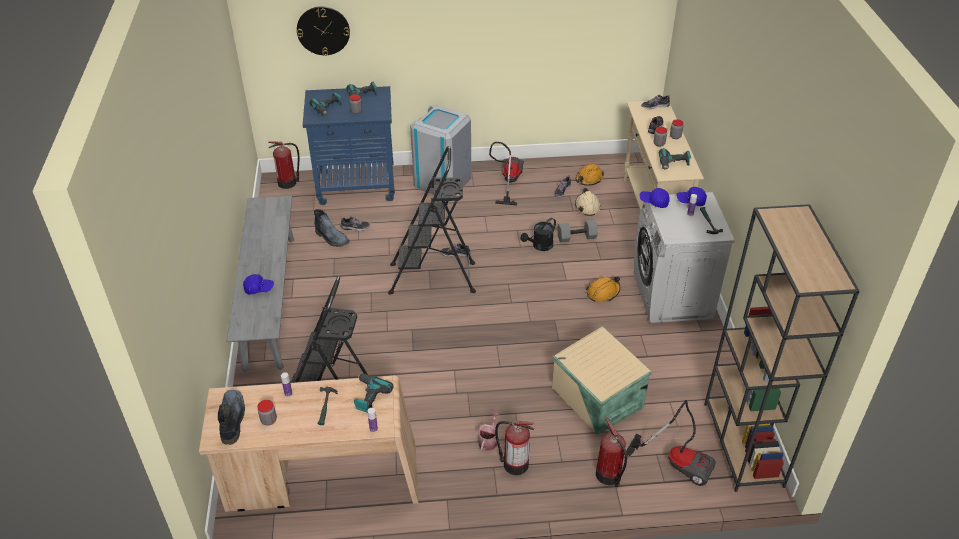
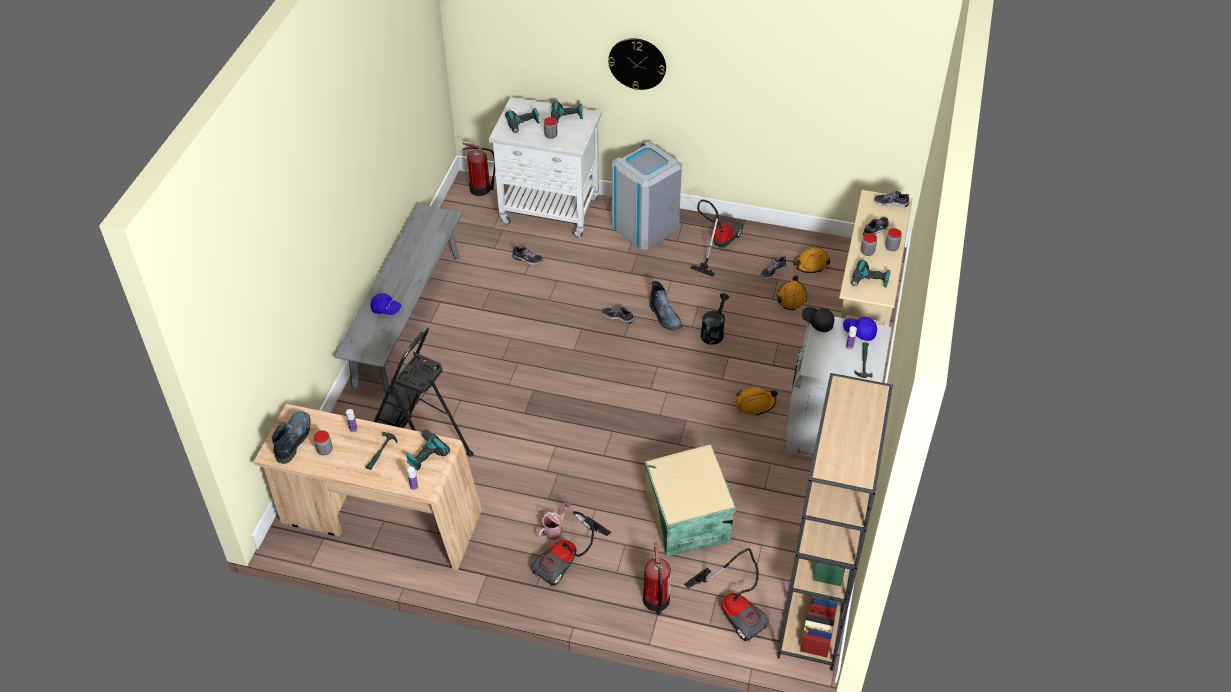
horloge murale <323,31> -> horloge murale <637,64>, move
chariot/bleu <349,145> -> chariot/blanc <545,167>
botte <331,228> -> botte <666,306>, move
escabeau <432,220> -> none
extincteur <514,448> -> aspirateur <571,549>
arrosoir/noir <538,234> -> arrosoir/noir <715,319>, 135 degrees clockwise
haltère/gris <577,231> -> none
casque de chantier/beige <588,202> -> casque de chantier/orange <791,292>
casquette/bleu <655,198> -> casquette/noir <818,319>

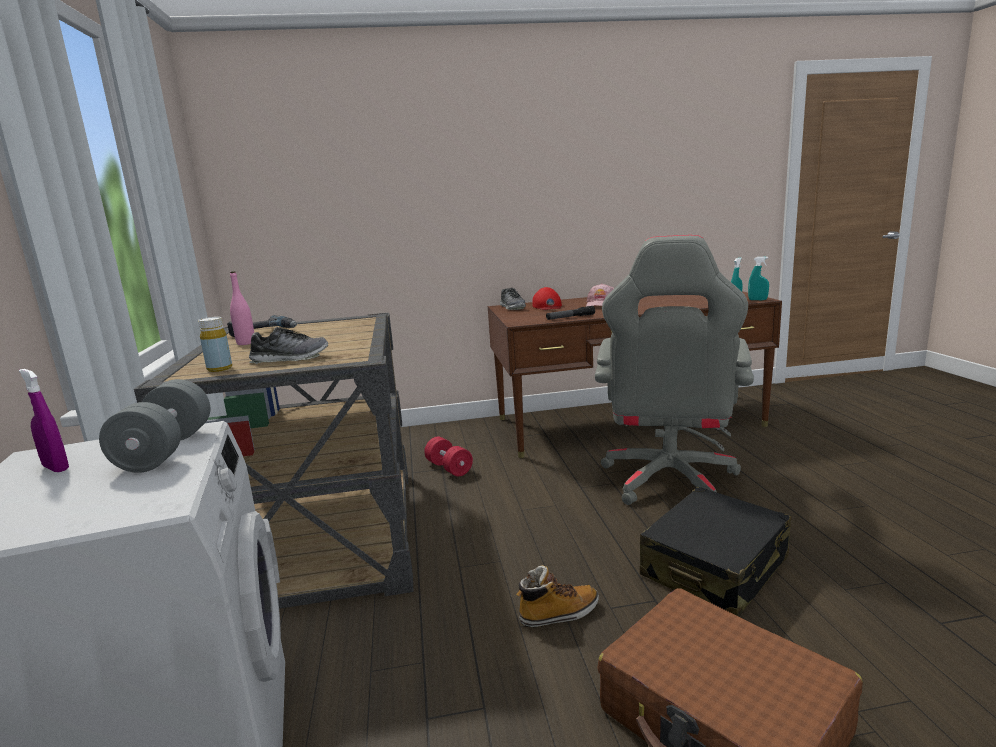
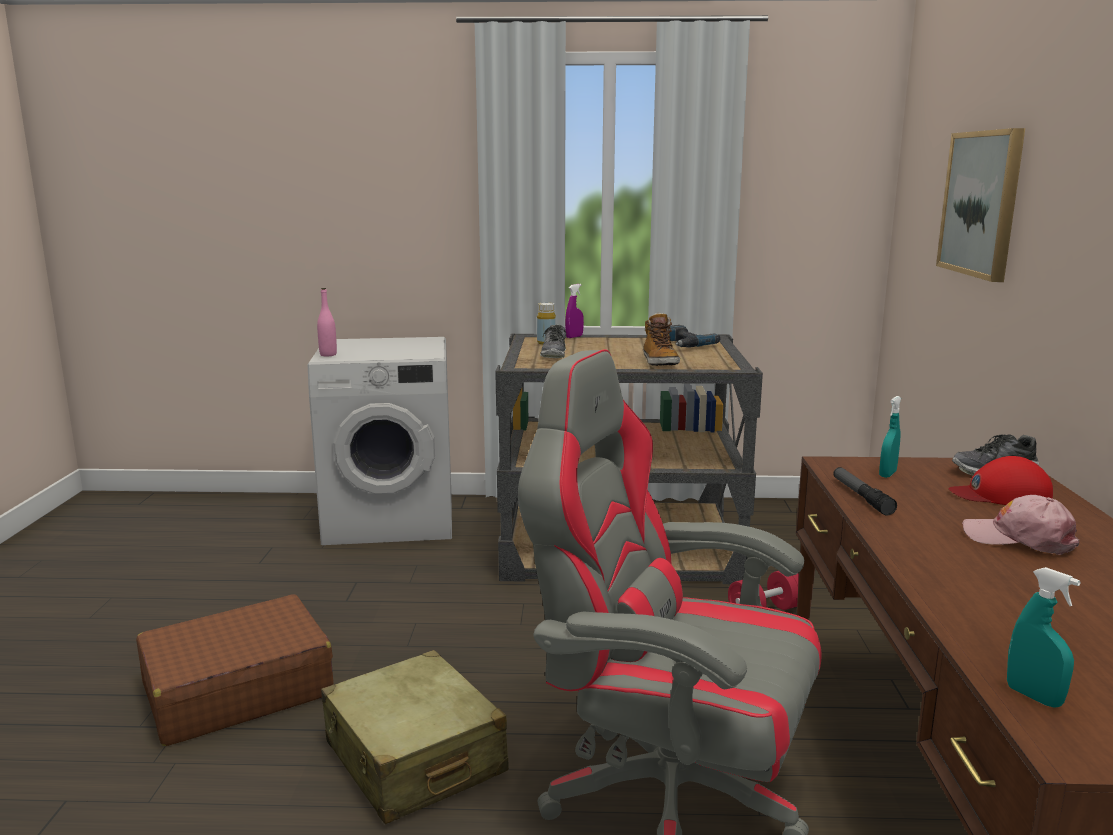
vaporisateur/violet <44,420> -> vaporisateur/violet <574,311>, move
haltère/gris <154,426> -> none
bouteille/rose <242,308> -> bouteille/rose <327,322>, move
botte <557,596> -> botte <661,339>, move
valise/noir <715,552> -> valise/beige <415,737>
vaporisateur/turquoise <758,278> -> vaporisateur/turquoise <890,437>, move
none -> tableau <980,205>

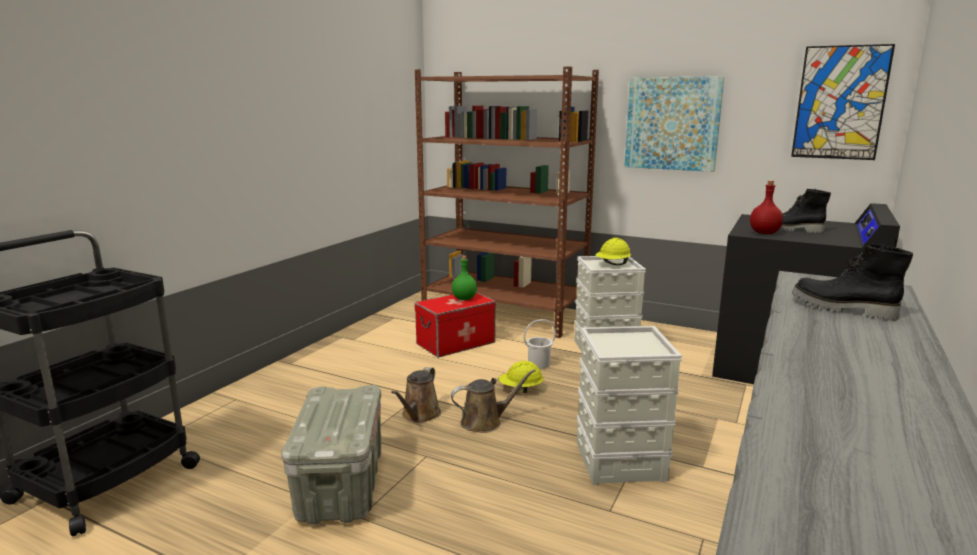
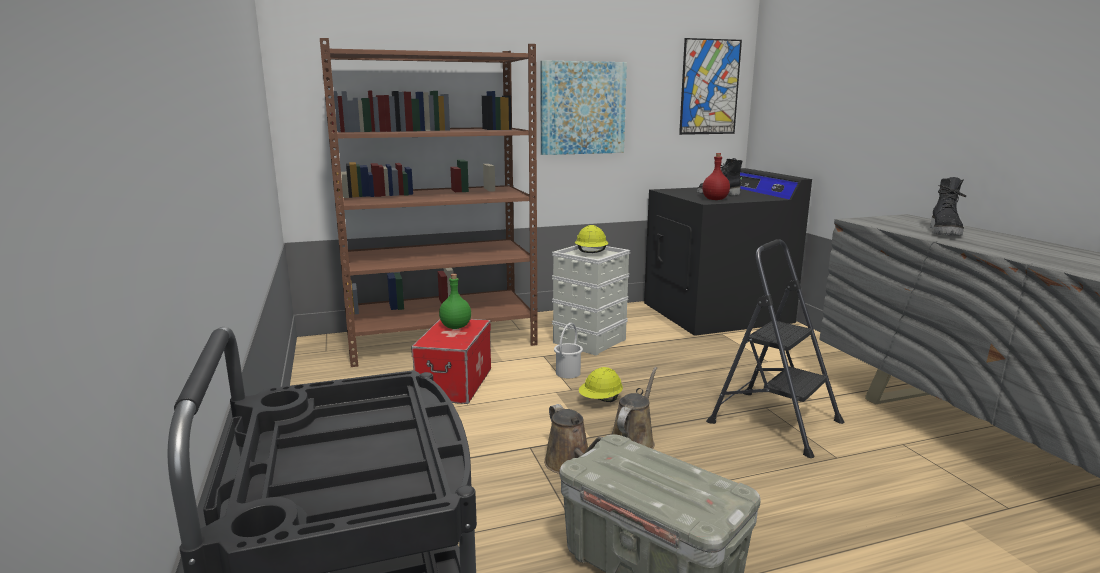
boîte de rangement/gris <629,405> -> escabeau/noir <775,348>
botte/noir <852,281> -> botte/noir <948,206>, 60 degrees counterclockwise

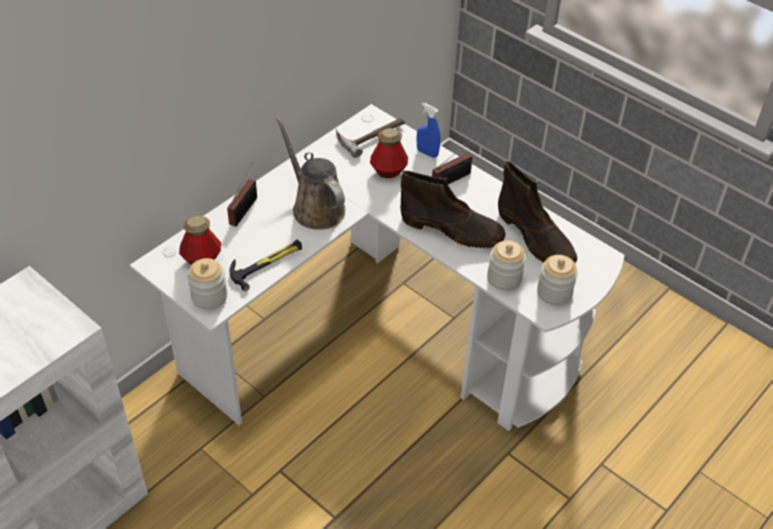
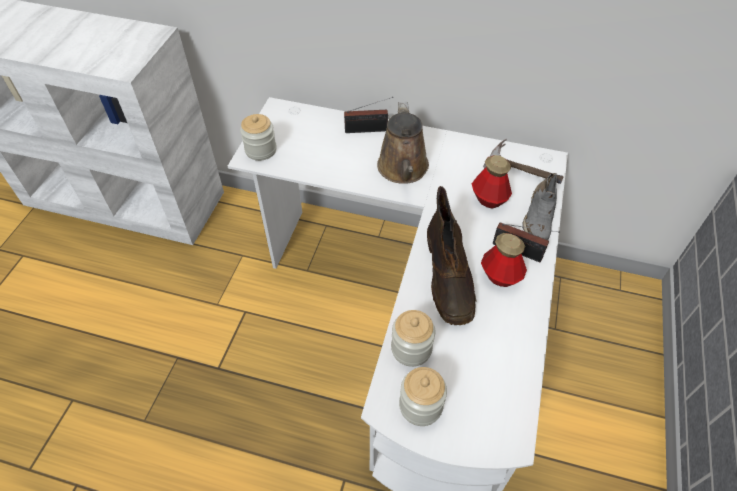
bouteille <200,240> -> bouteille <504,260>, move
marteau <265,265> -> none
arrosoir/marron <310,173> -> arrosoir/marron <403,143>, 150 degrees clockwise
vaporisateur/bleu <428,130> -> chaussure/gris <540,206>
botte/marron <537,212> -> none

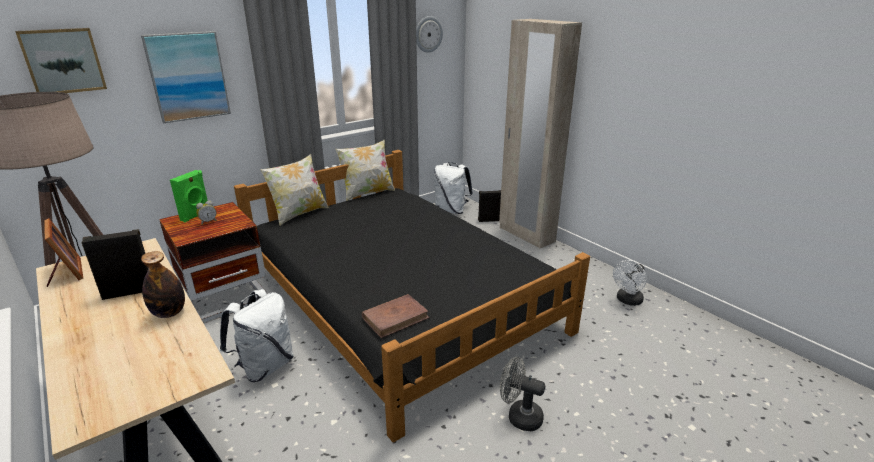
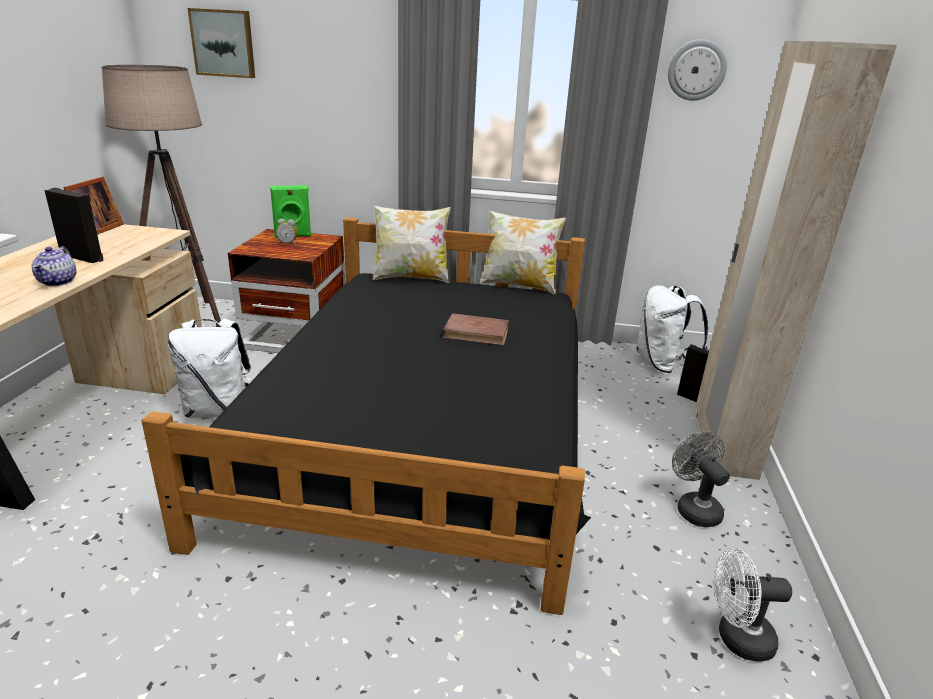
tableau <186,77> -> none
bouteille <163,284> -> théière <54,266>
livre/marron <396,316> -> livre/marron <476,329>, move
ventilateur/gris <522,394> -> ventilateur/gris <701,479>, move

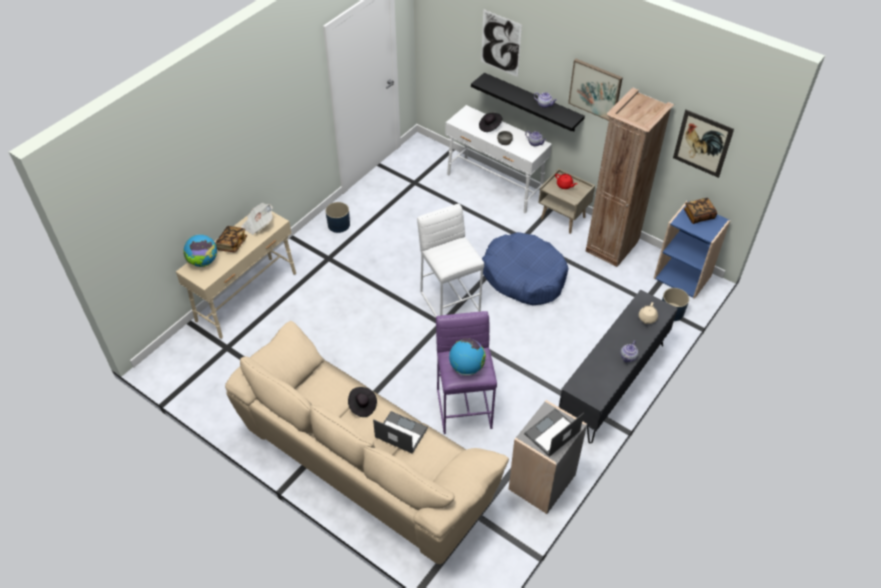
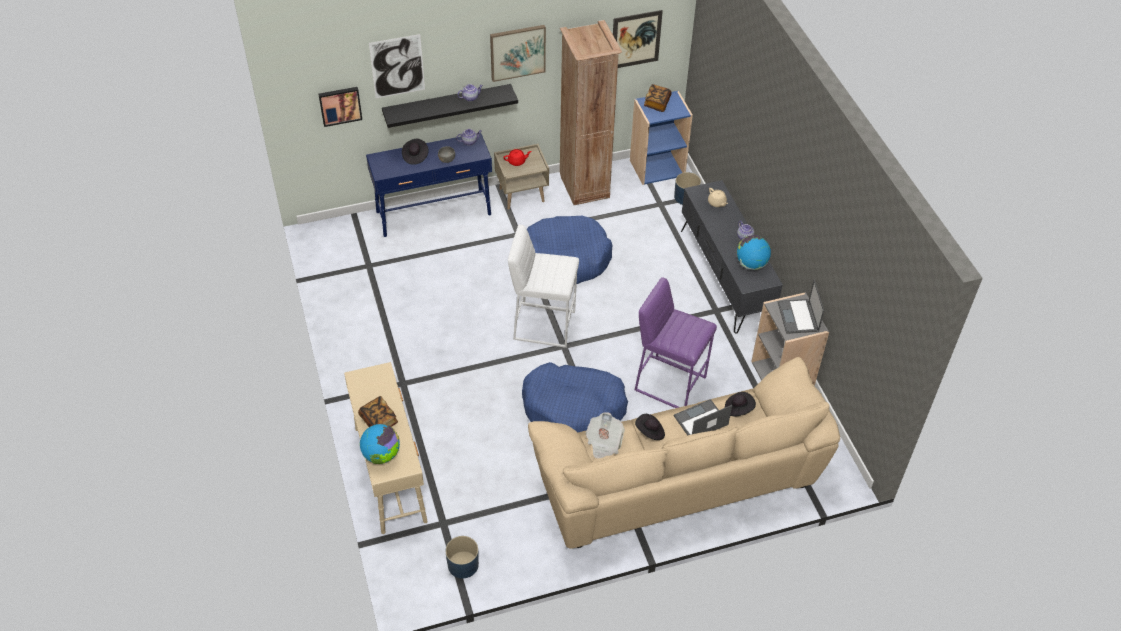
journal <257,219> -> journal <605,435>, move
cache-pot/bleu <337,217> -> cache-pot/bleu <462,557>, move
table console/blanc <498,159> -> table console/bleu <429,185>
globe <467,357> -> globe <754,252>, move
none -> tableau <340,107>
none -> panier pour chien/bleu <575,397>
none -> chapeau/noir <740,404>

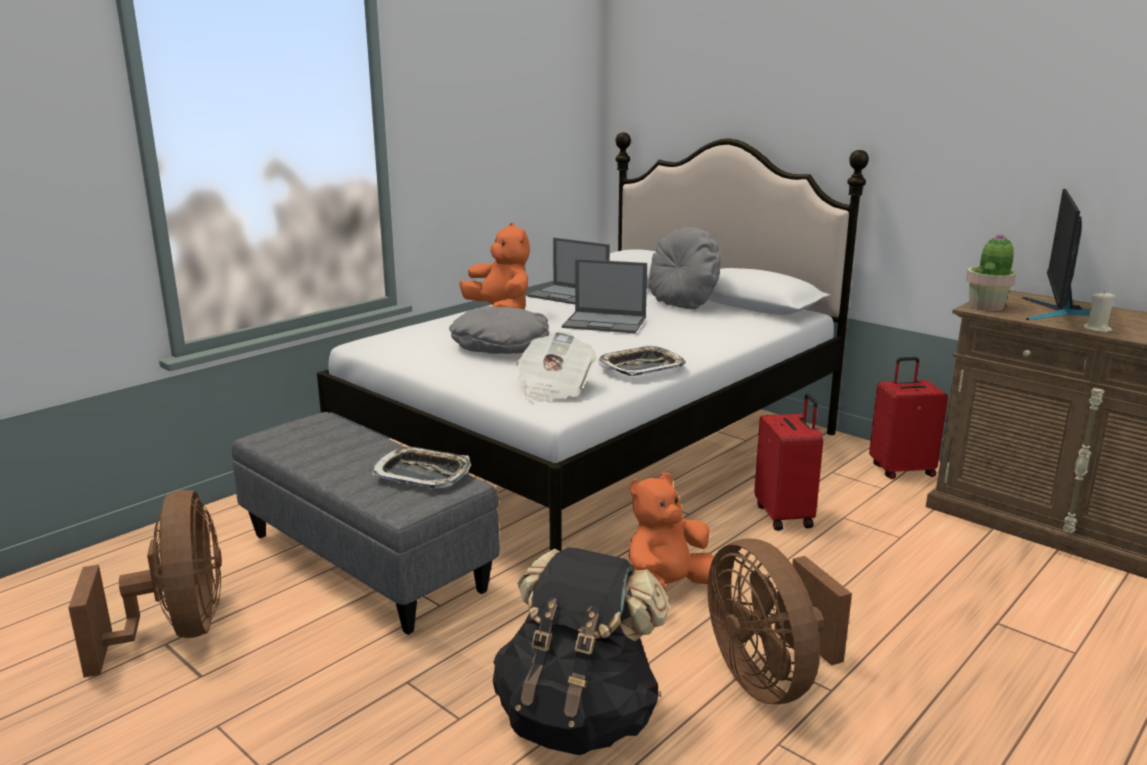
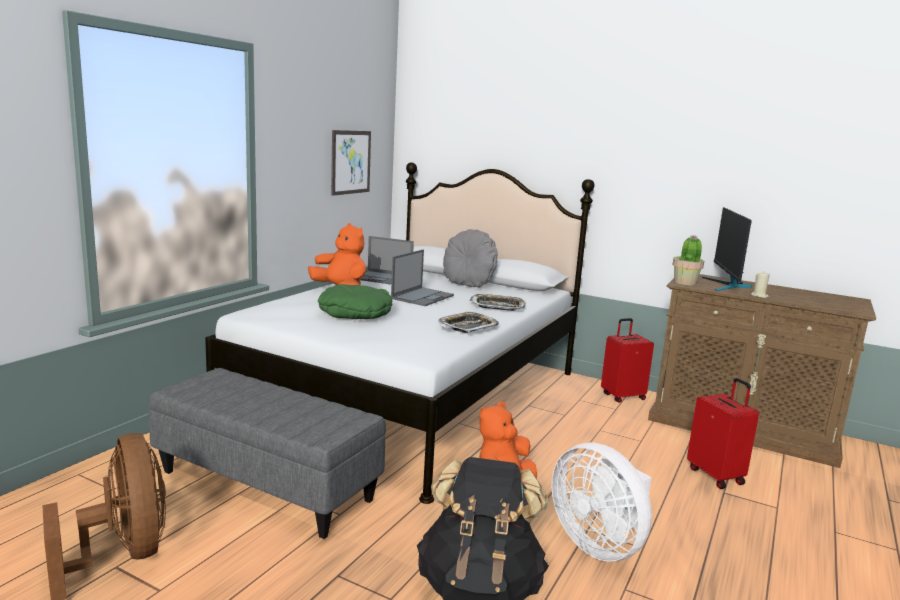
plateau <421,468> -> plateau <498,302>, move
coussin/gris <499,330> -> coussin/vert <355,301>
journal <556,366> -> none
ordinateur portable <604,296> -> ordinateur portable <422,278>, 60 degrees counterclockwise
ventilateur/marron <780,621> -> ventilateur/blanc <602,502>
valise/rouge <789,462> -> valise/rouge <723,433>, move
none -> tableau <351,163>

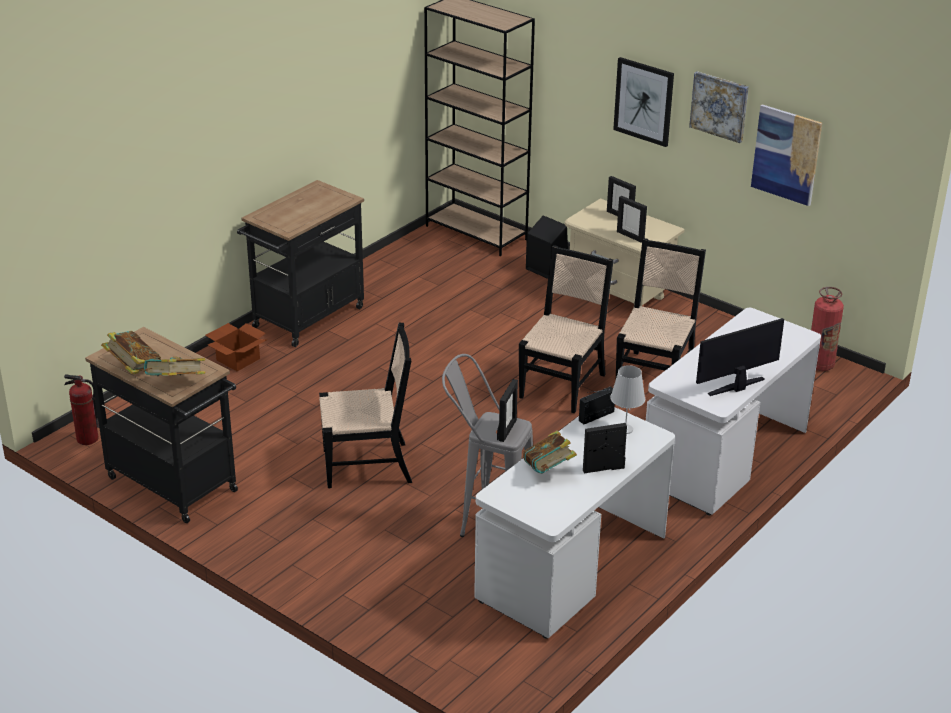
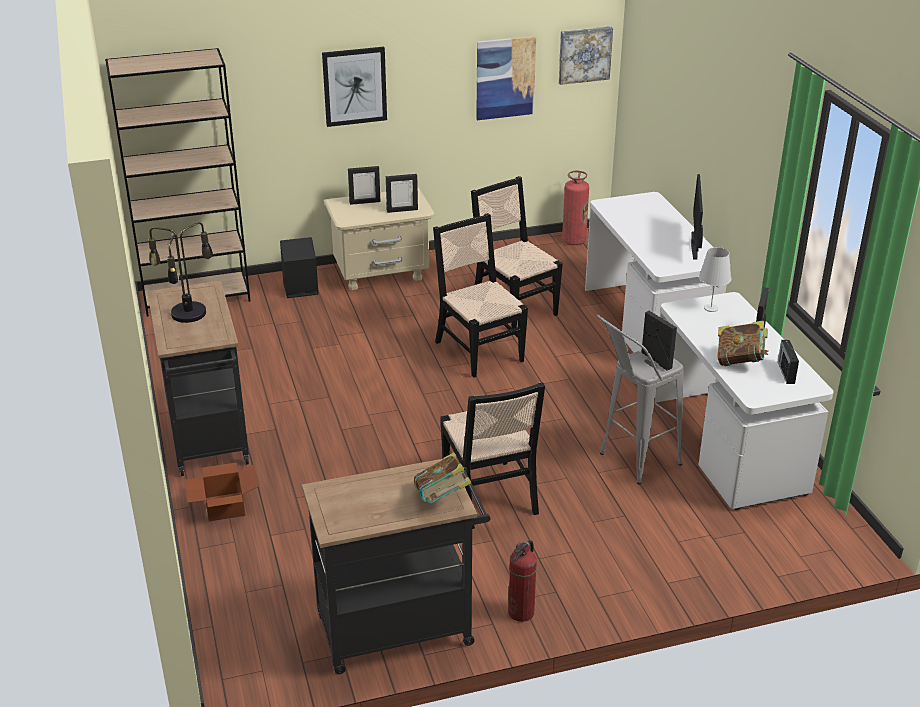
extincteur <81,410> -> extincteur <522,581>, move
livre <131,352> -> none
chaise <365,405> -> chaise <492,455>, 135 degrees clockwise
radio <597,405> -> radio <788,362>, move
tableau <719,107> -> tableau <586,55>, move
none -> lampe de table <181,272>

